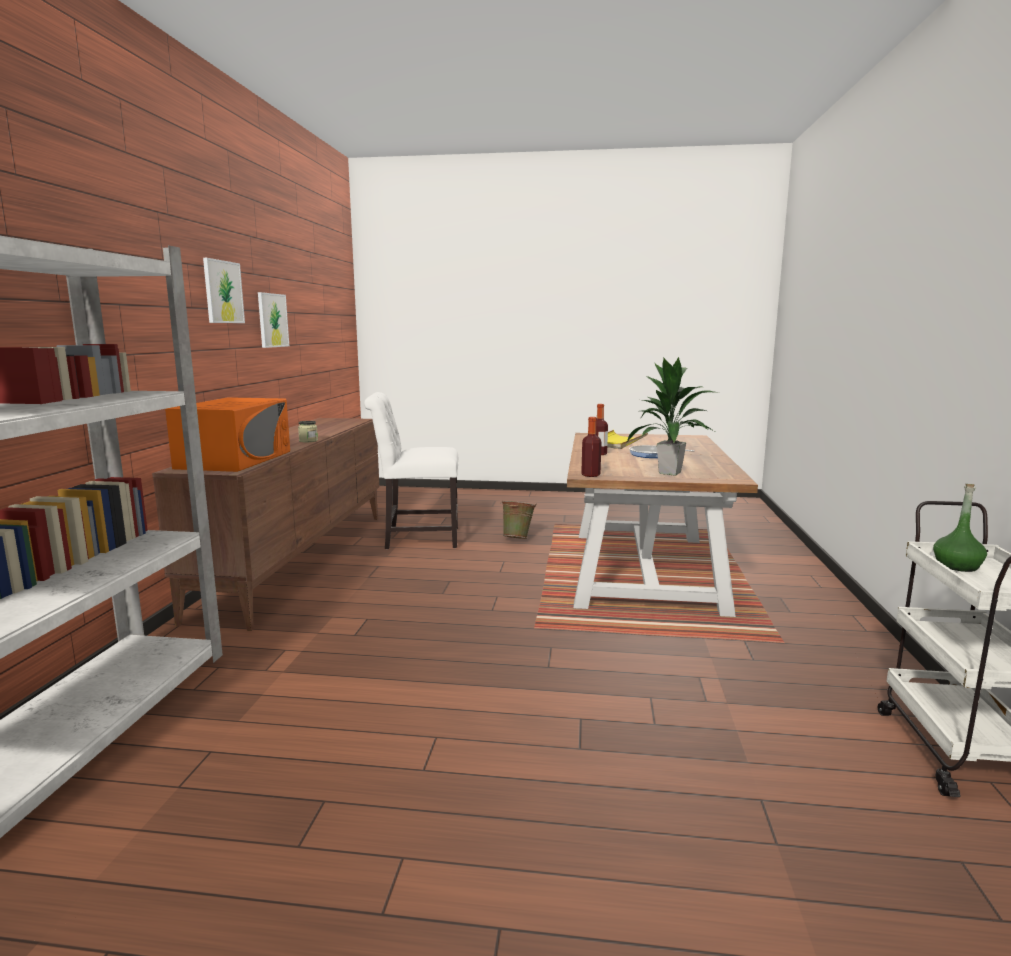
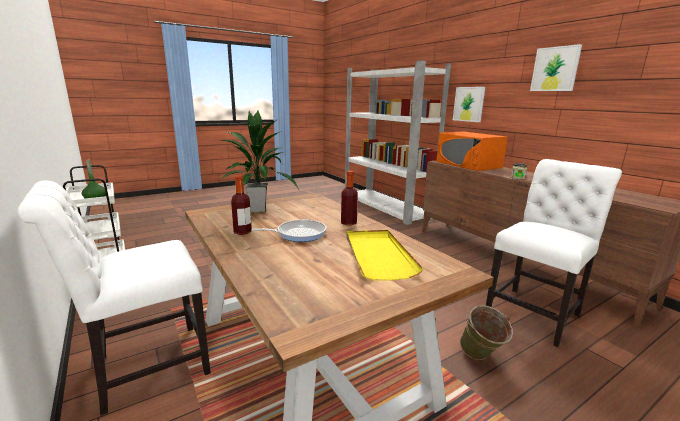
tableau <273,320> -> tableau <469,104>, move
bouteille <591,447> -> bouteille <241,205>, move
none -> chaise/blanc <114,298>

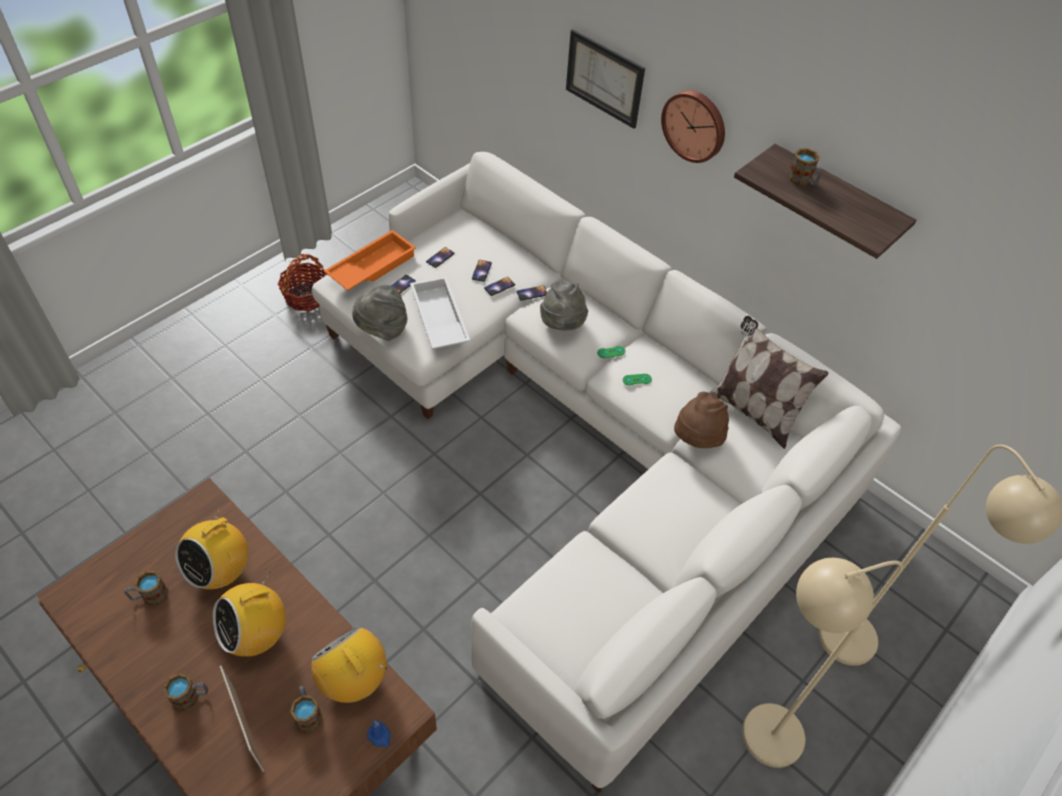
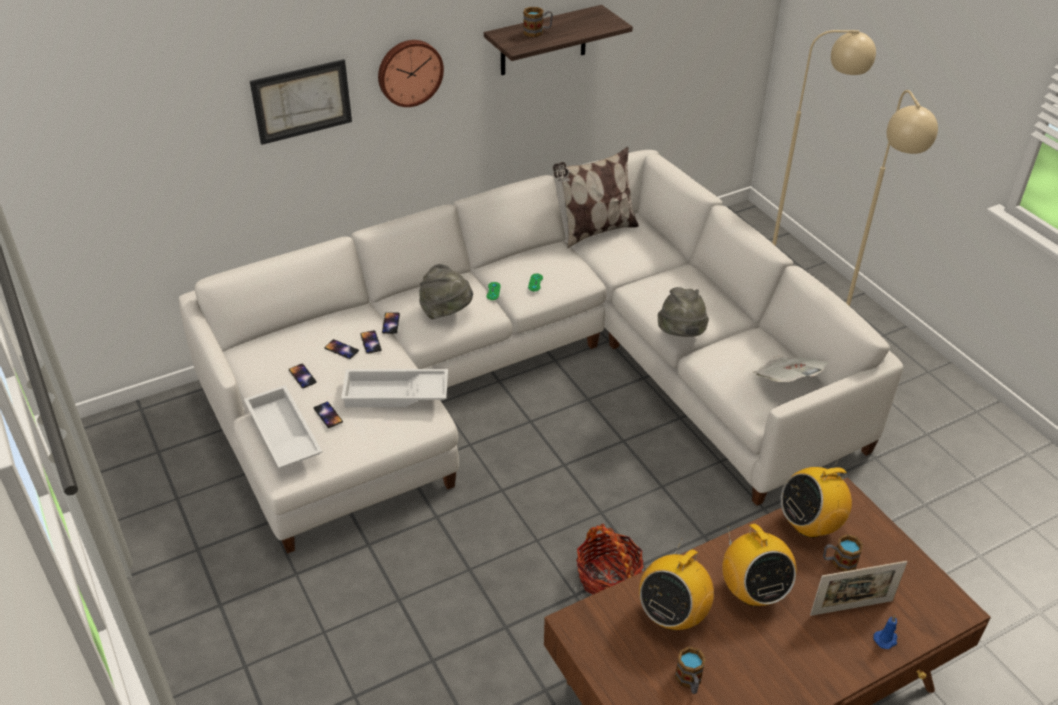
mug <185,692> -> none
radio <211,547> -> radio <676,584>, 75 degrees clockwise
panier <302,282> -> panier <610,558>, move
plateau/orange <370,260> -> plateau/blanc <283,426>
chapeau/gris <379,313> -> chapeau/gris <683,312>, move
bougie/bleu <379,733> -> bougie/bleu <885,632>, move
chapeau/marron <701,420> -> none
none -> journal <791,369>

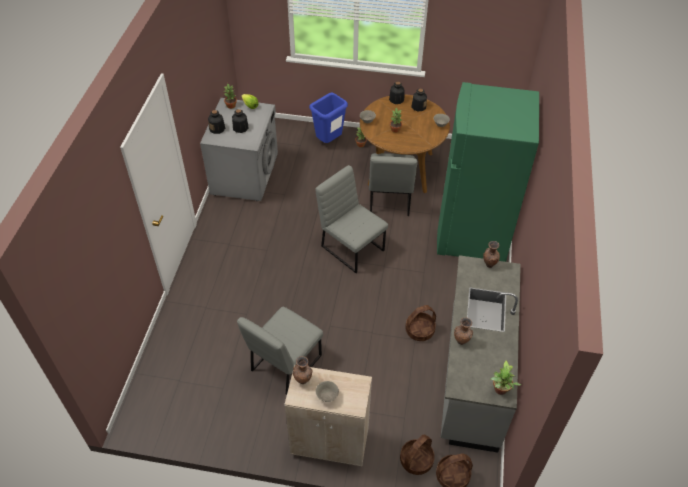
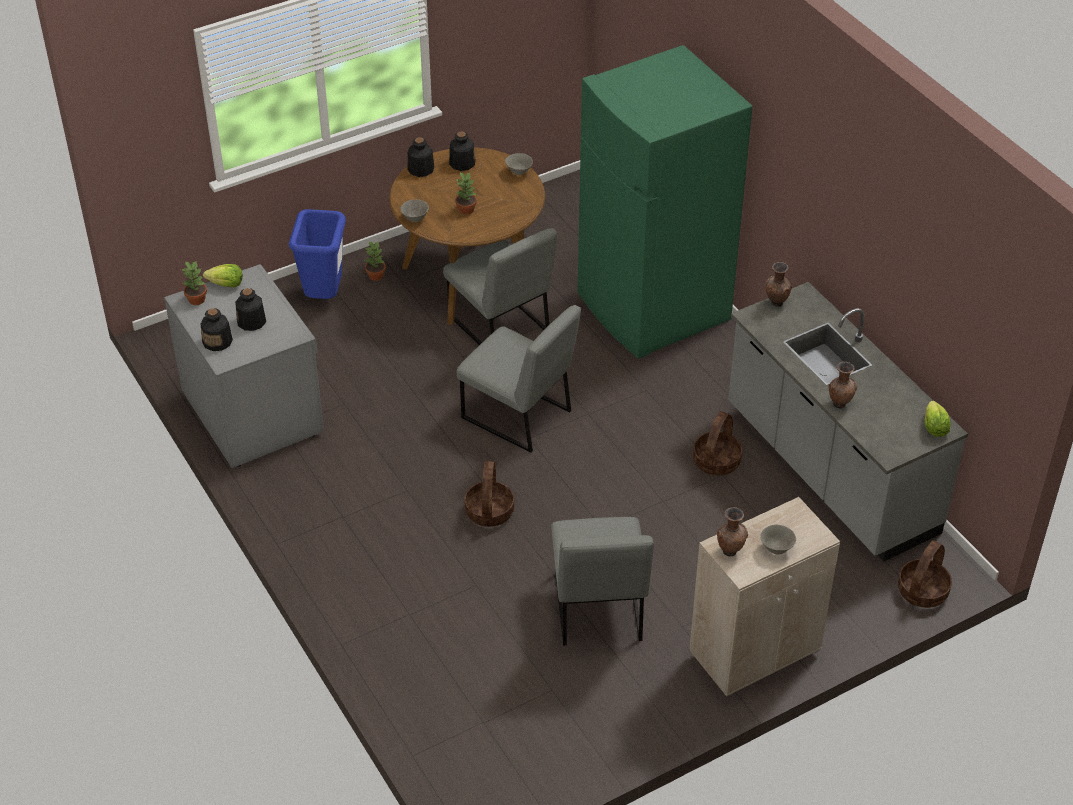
chaise/gris <351,219> -> chaise/gris <519,378>, 150 degrees counterclockwise
panier <417,455> -> panier <489,494>, move
plante en pot <505,377> -> laitue <938,419>

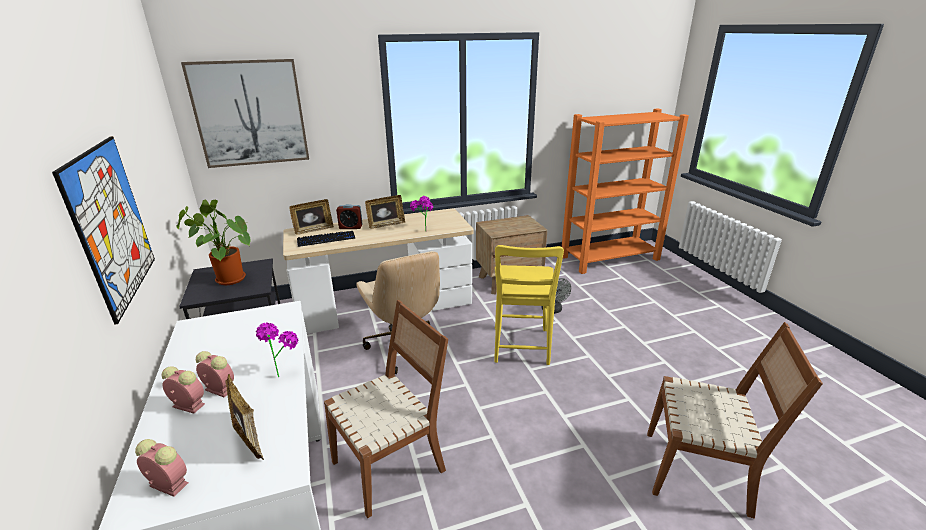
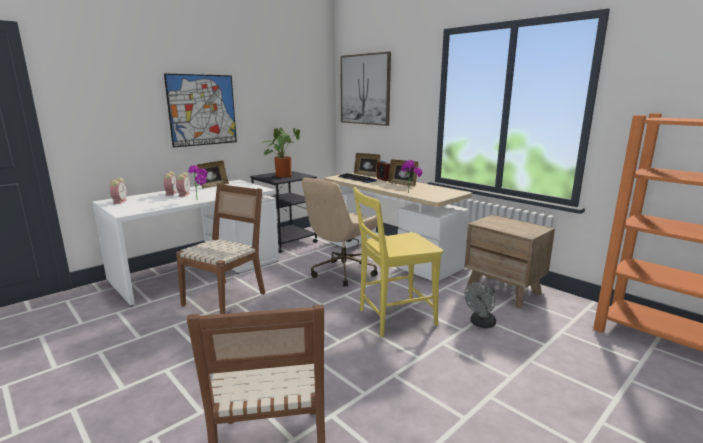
cadre photo <244,417> -> cadre photo <213,174>, move
chaise <386,409> -> chaise <220,248>, 90 degrees counterclockwise

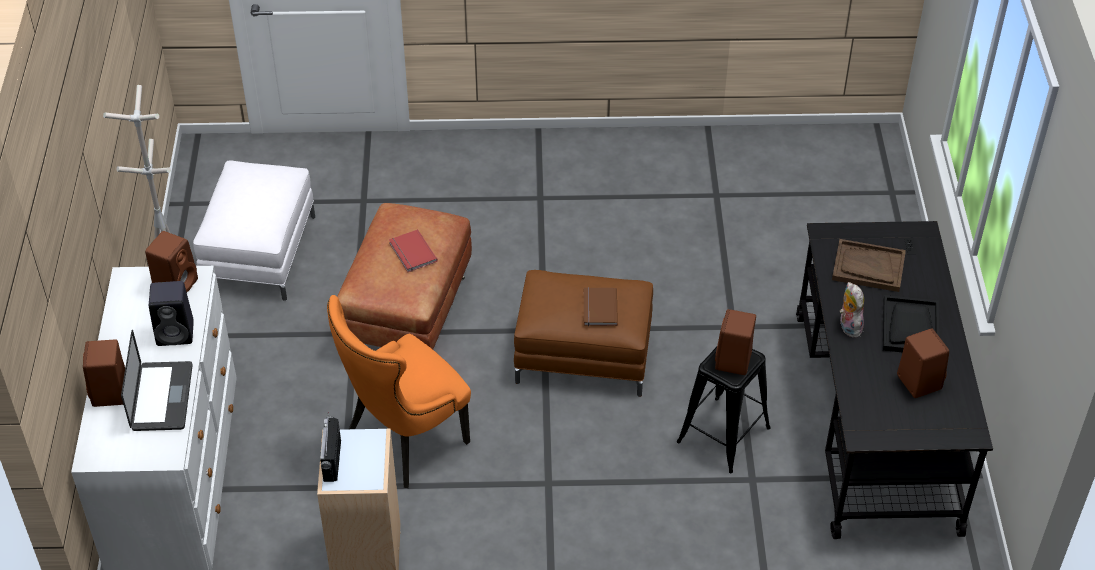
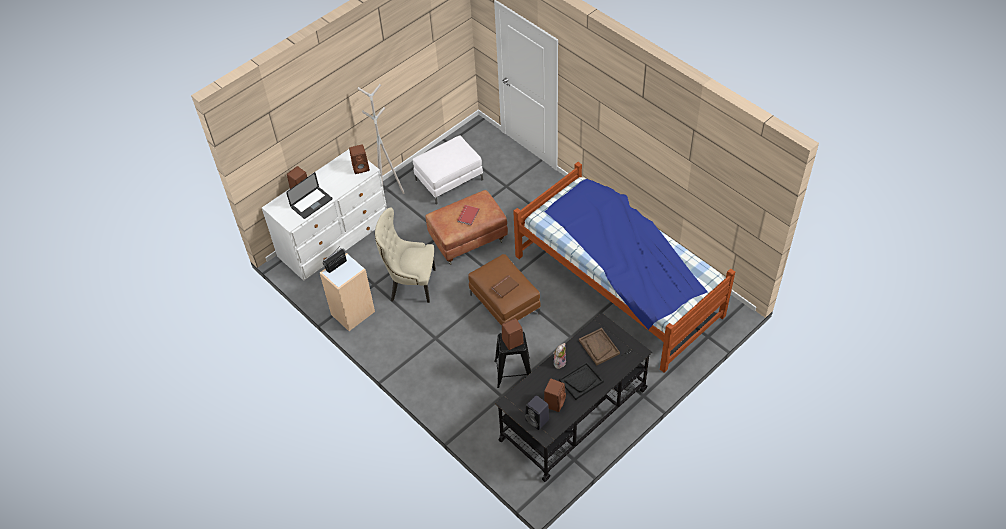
enceinte/noir <171,313> -> enceinte/noir <537,412>, move
chaise/orange <399,391> -> chaise/beige <405,255>
none -> lit <624,267>

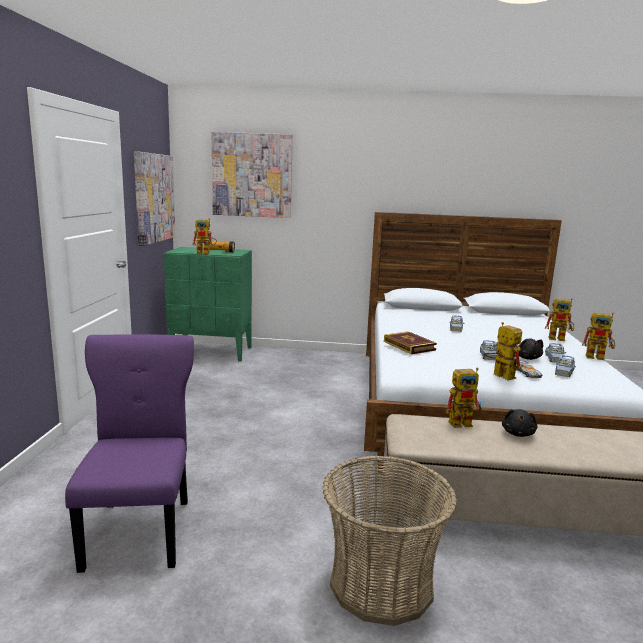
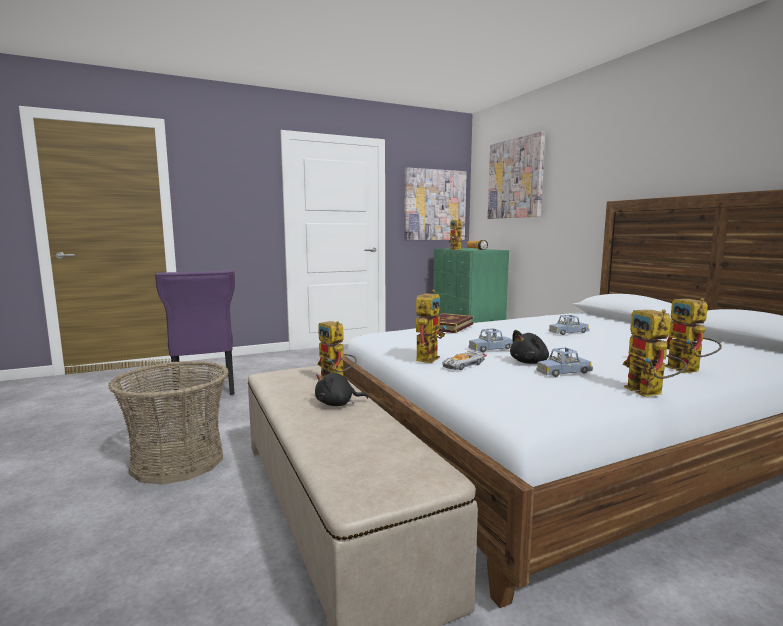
chaise/violet <129,453> -> chaise/violet <195,334>, 105 degrees clockwise
petite voiture/bleu <565,366> -> none

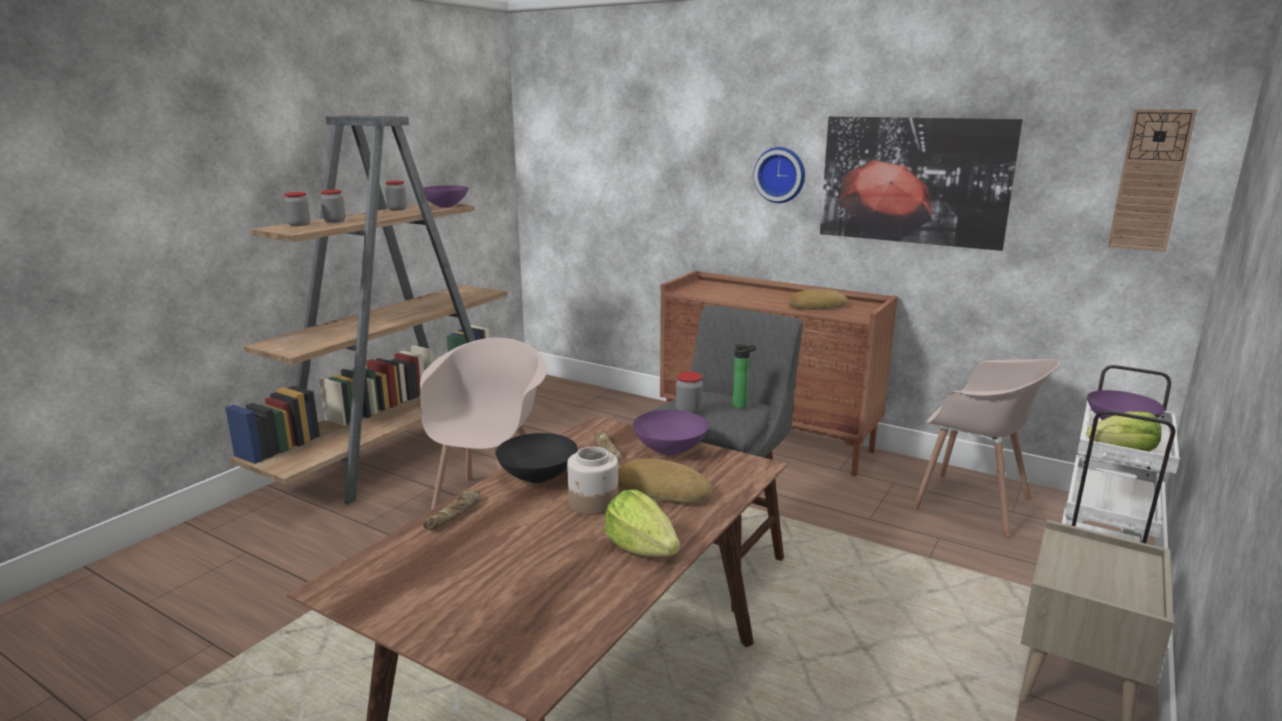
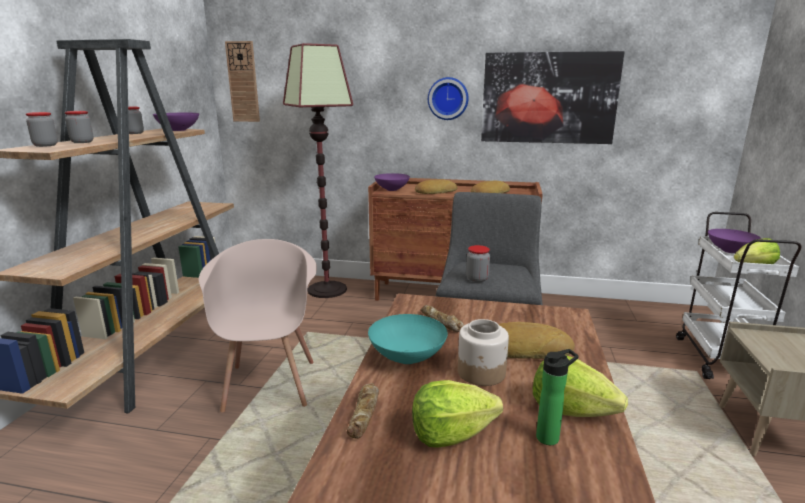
bol/noir <537,458> -> bol/turquoise <408,339>
bol/violet <670,432> -> bol/violet <392,182>, move
bouteille <744,376> -> bouteille <557,397>, move
chaise/beige <987,448> -> none
horloge murale <1152,180> -> horloge murale <242,81>, move
none -> lampadaire <318,170>
none -> laitue <457,414>
none -> pain <436,186>

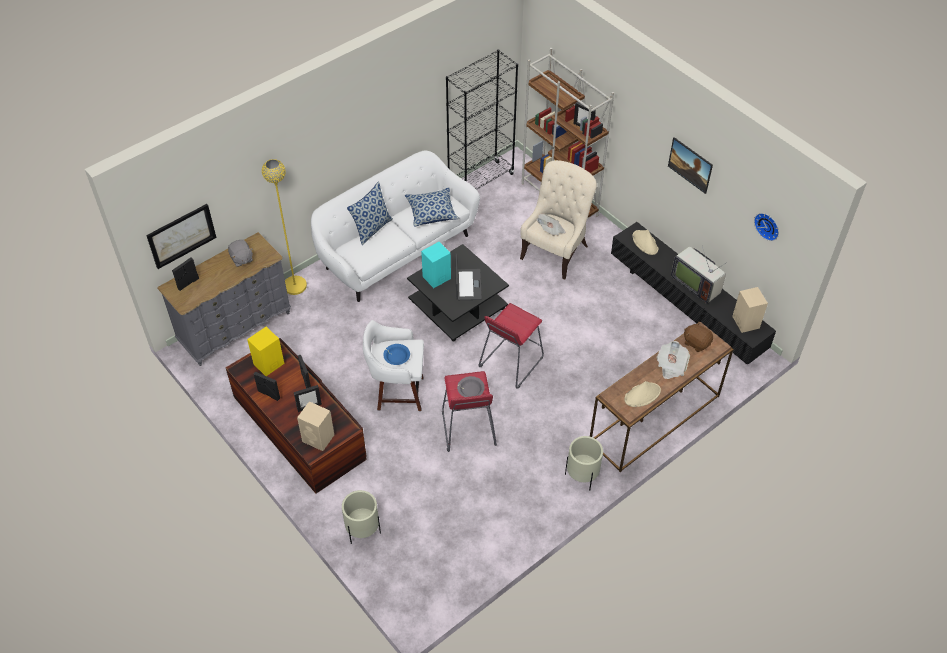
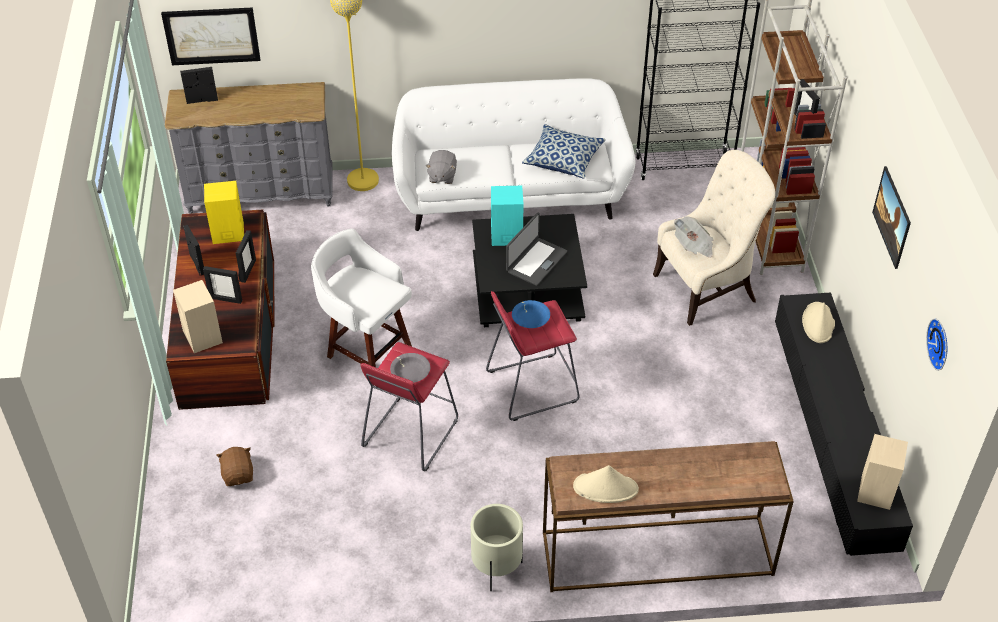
peluche/gris <240,253> -> peluche/gris <441,167>, move
cache-pot/beige <361,517> -> none
coussin <370,213> -> none
bol/bleu <396,354> -> bol/bleu <531,314>, move
journal <673,360> -> none
téléviseur <698,275> -> none
peluche/marron <698,337> -> peluche/marron <234,466>, move

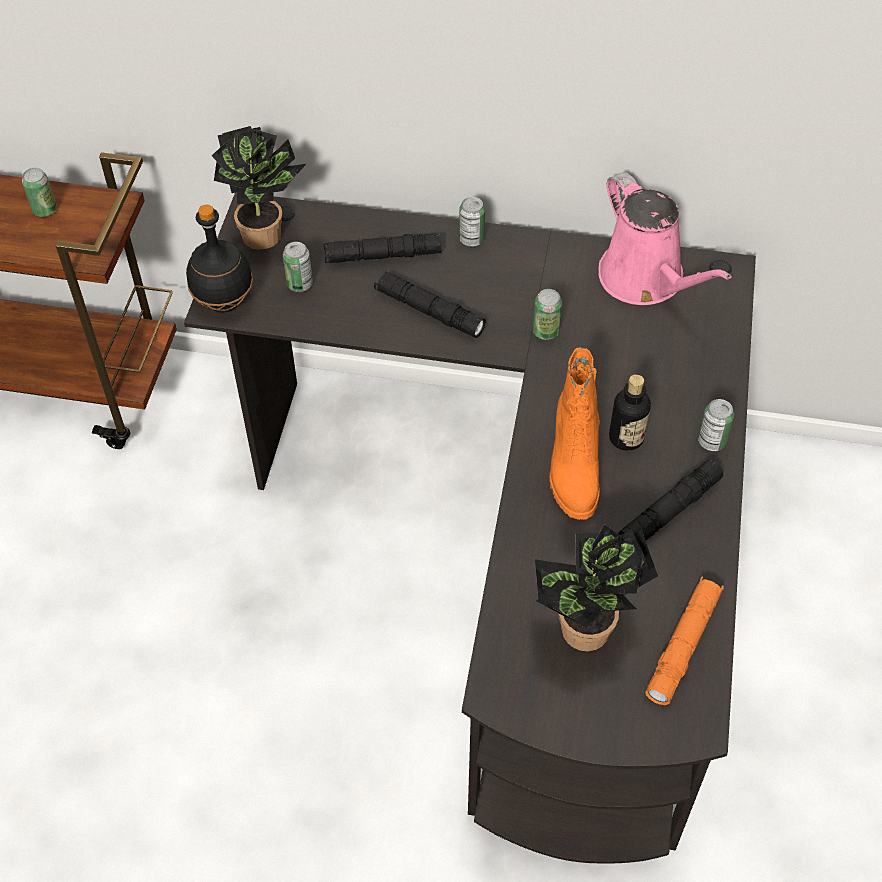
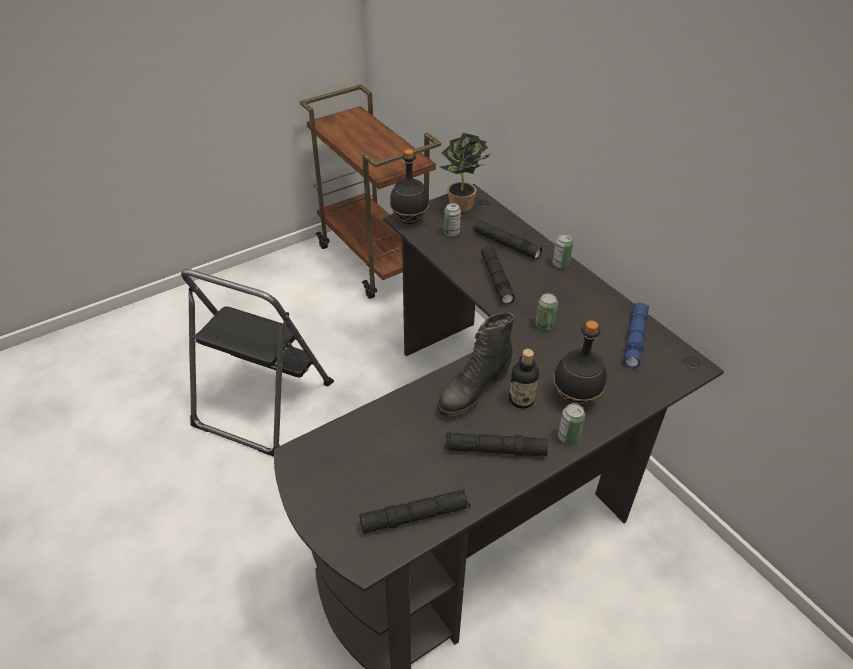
boîte métallique <39,192> -> none
plante en pot <596,587> -> none
botte/orange <574,433> -> botte/noir <476,364>
arrosoir/rose <664,238> -> lampe de poche/bleu <636,336>
lampe de poche/orange <684,640> -> lampe de poche/noir <414,511>
none -> escabeau/noir <257,362>
none -> bouteille/noir <580,363>

